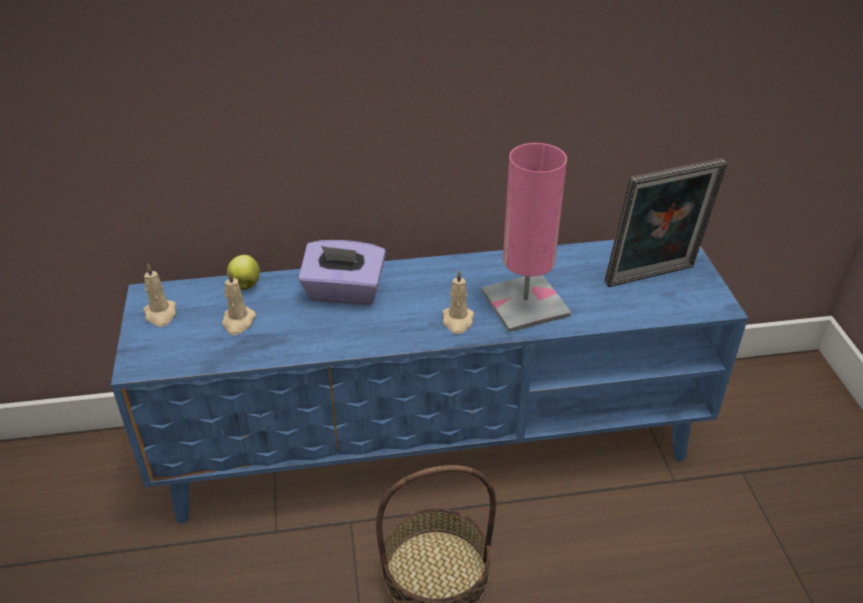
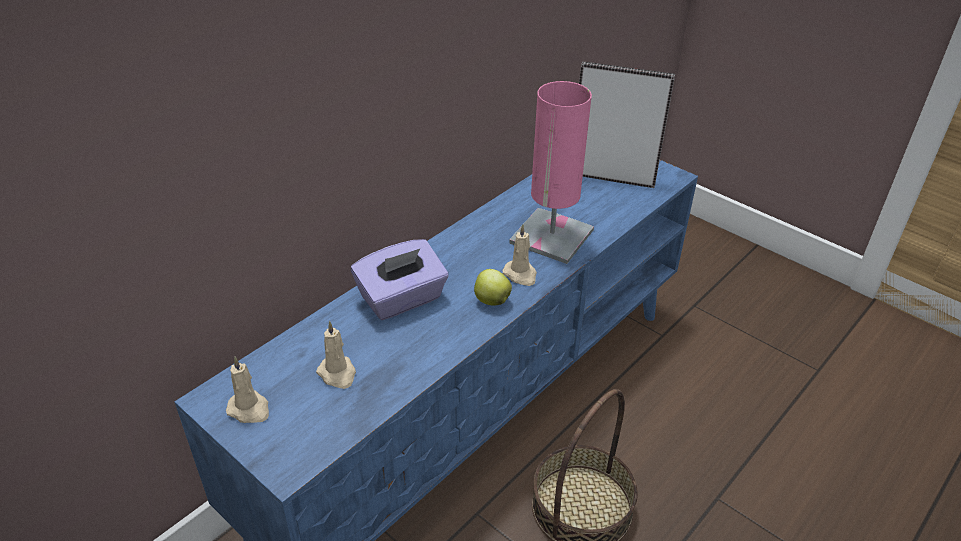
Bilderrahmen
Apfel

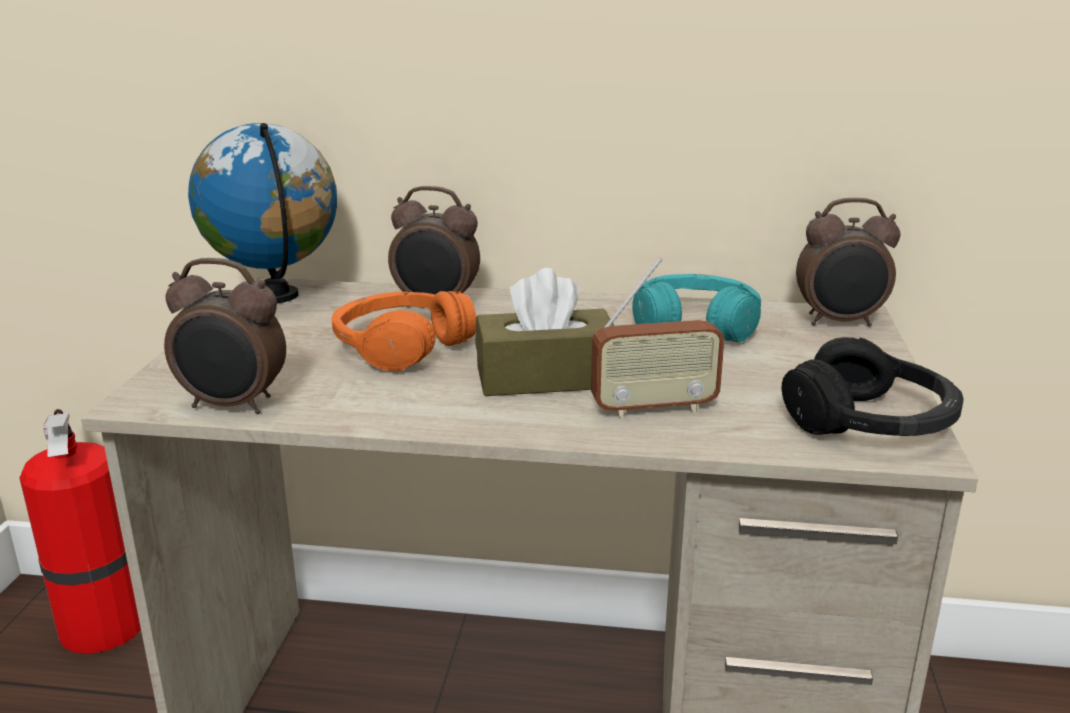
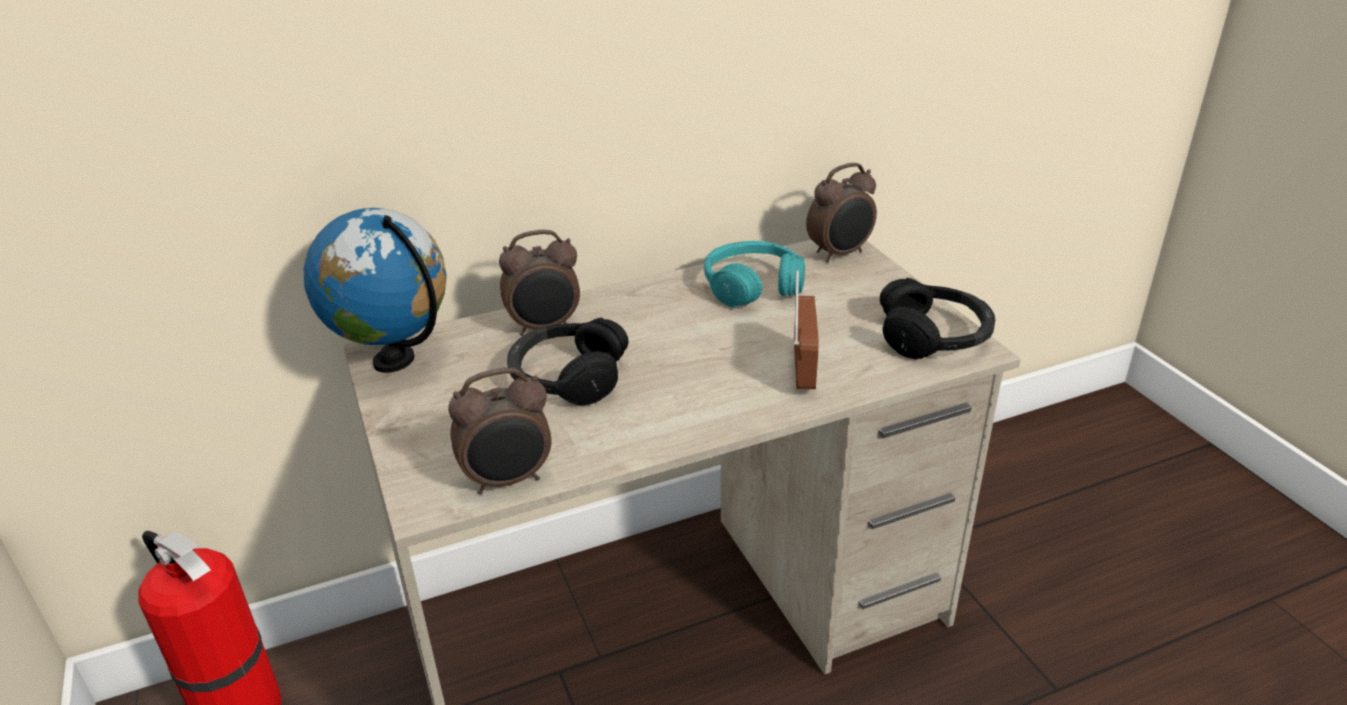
Radio
Taschentuchbox [braun]
Kopfhörer [schwarz] (no. 1 from left)

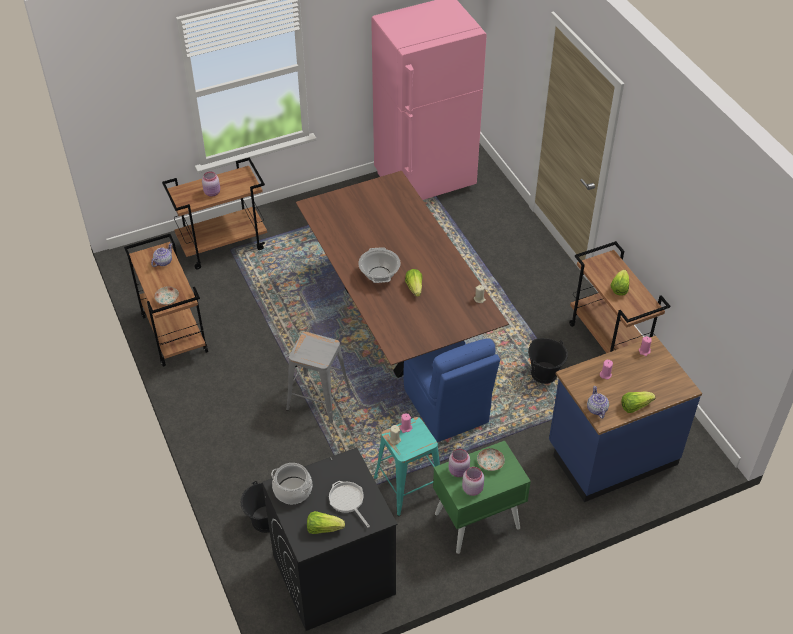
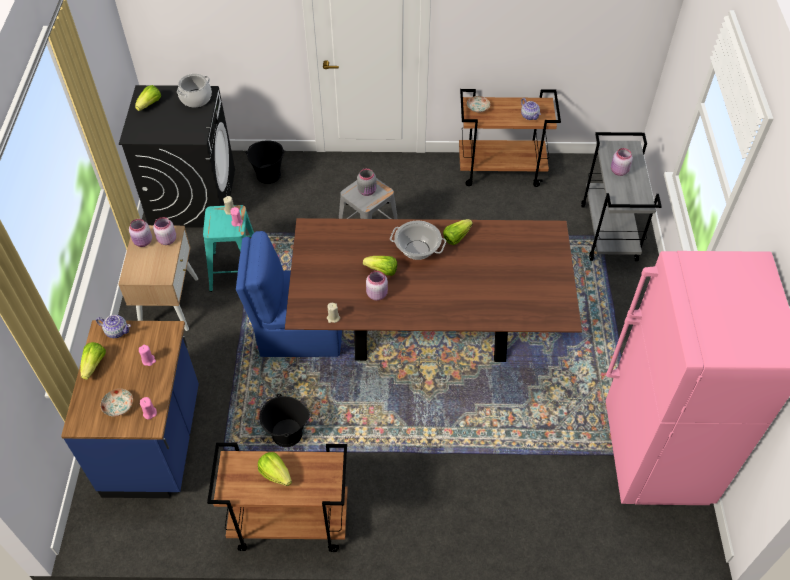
Rollwagen [grau]
Nachttisch [beige]
Teller (no. 1 from left)
Pfanne
Vorratsglas [grau]
Salatkopf (no. 5 from left)
Vorratsglas [rosa] (no. 3 from left)

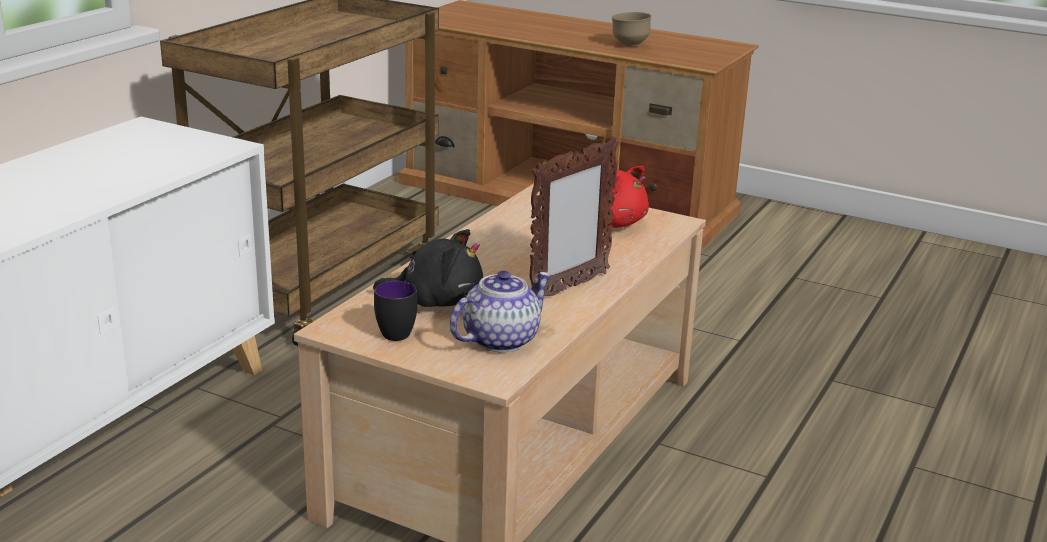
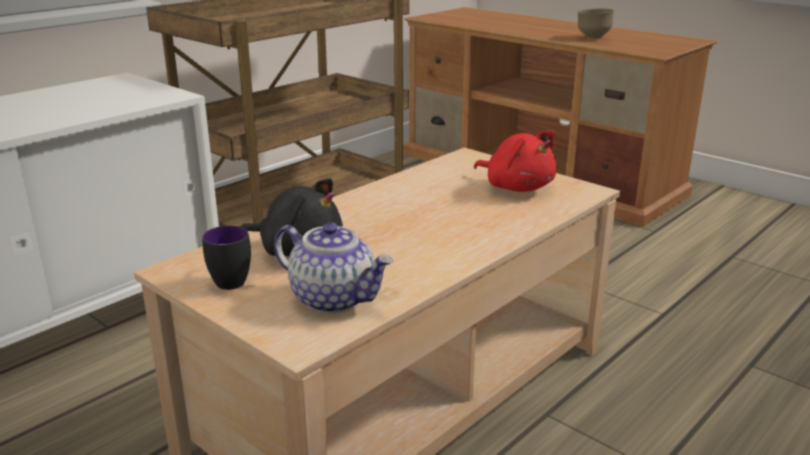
Bilderrahmen
Teekanne

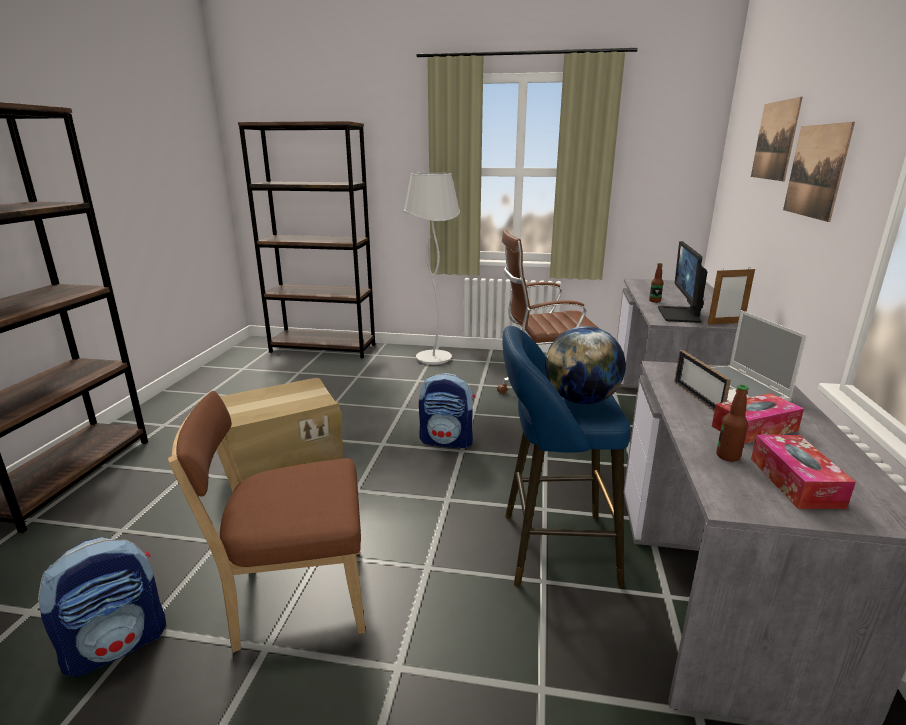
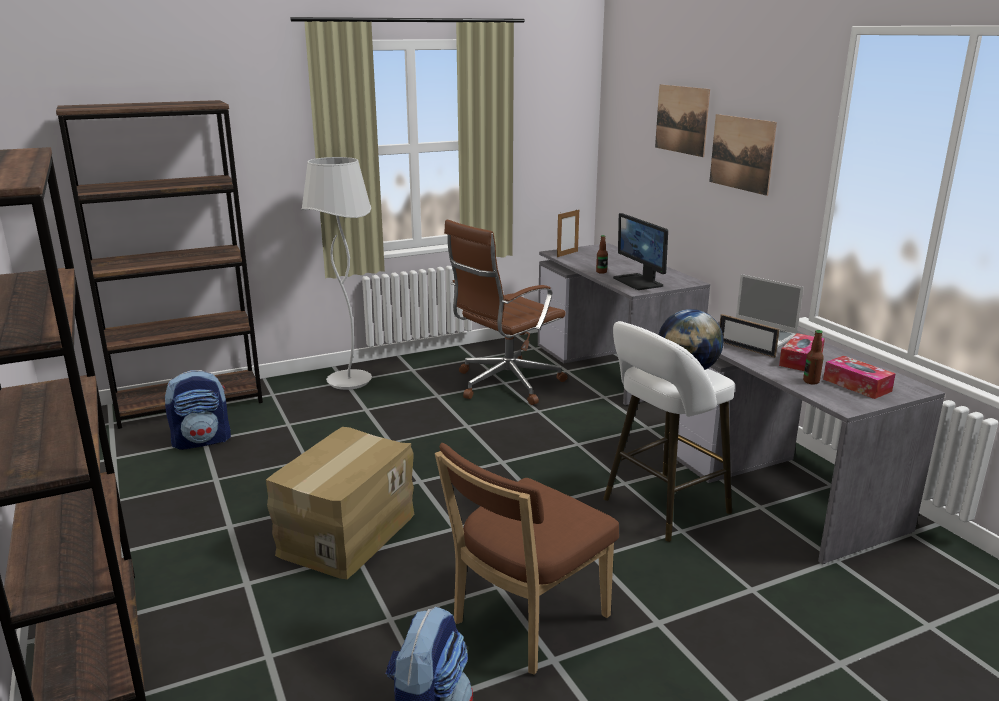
Bilderrahmen (no. 1 from left)
Hocker [weiß]
Rucksack (no. 1 from left)

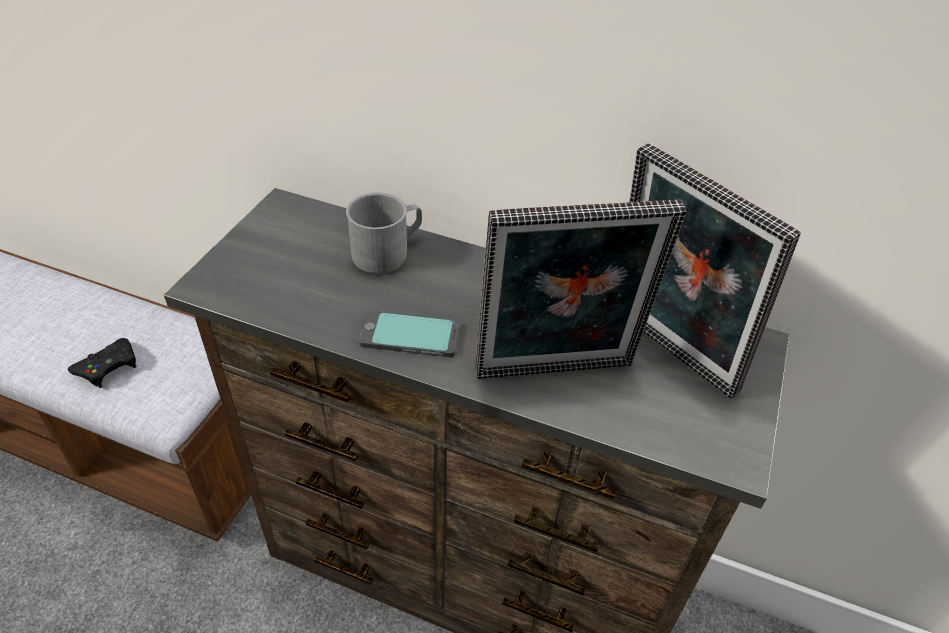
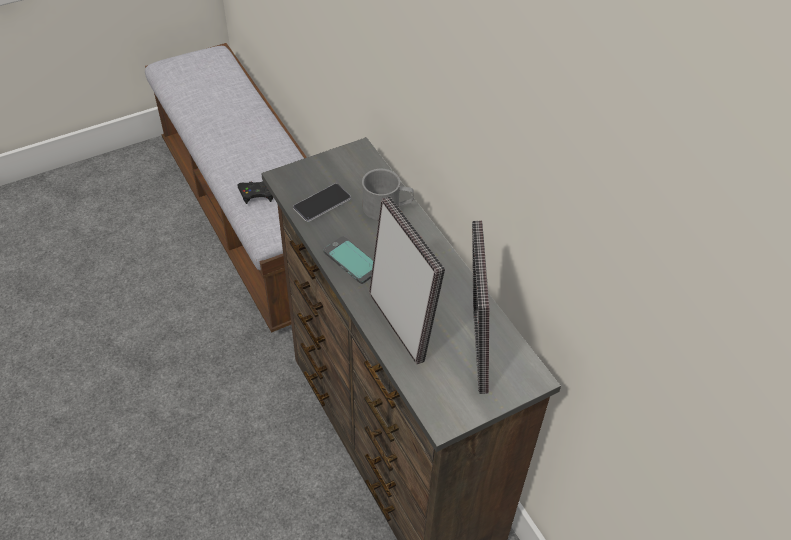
Bilderrahmen (no. 1 from left)
Handy (no. 1 from left)

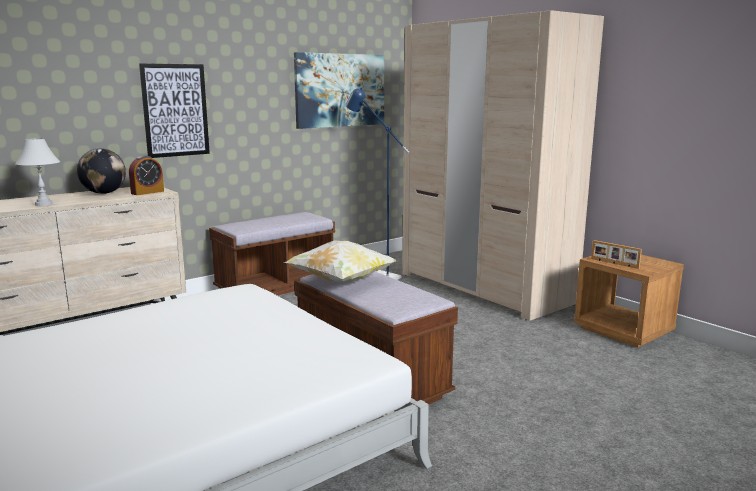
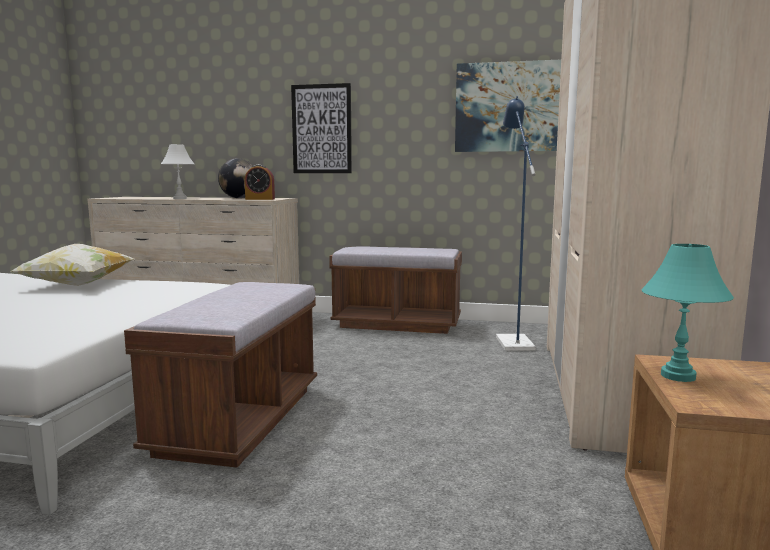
Kissen
Tischlampe [türkis]

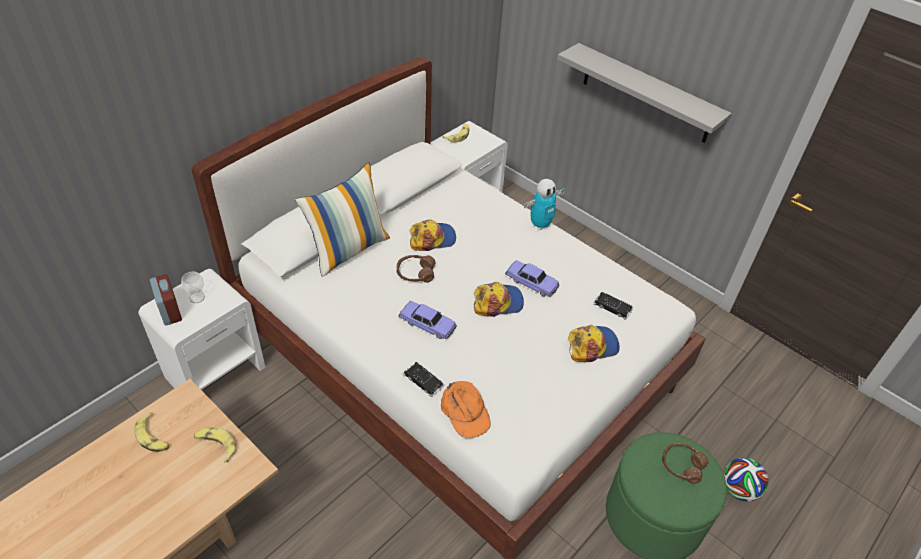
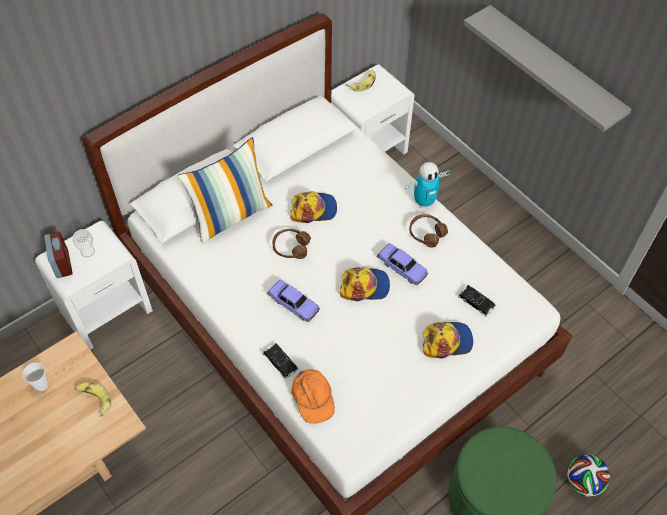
Tasse (no. 1 from left)
Kopfhörer [braun] (no. 2 from left)

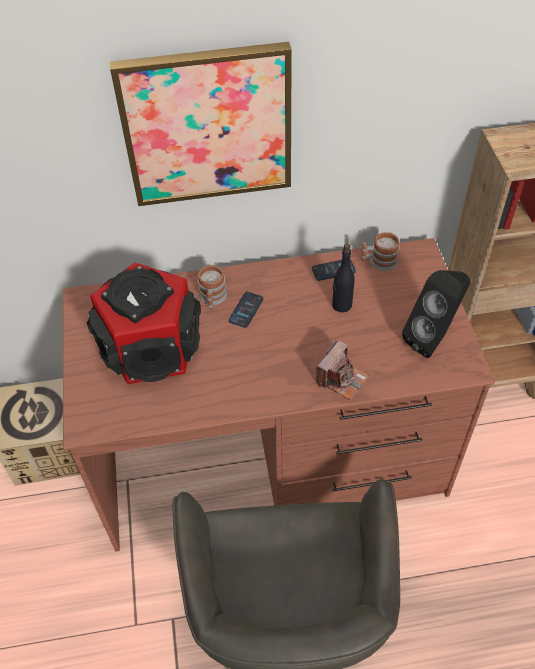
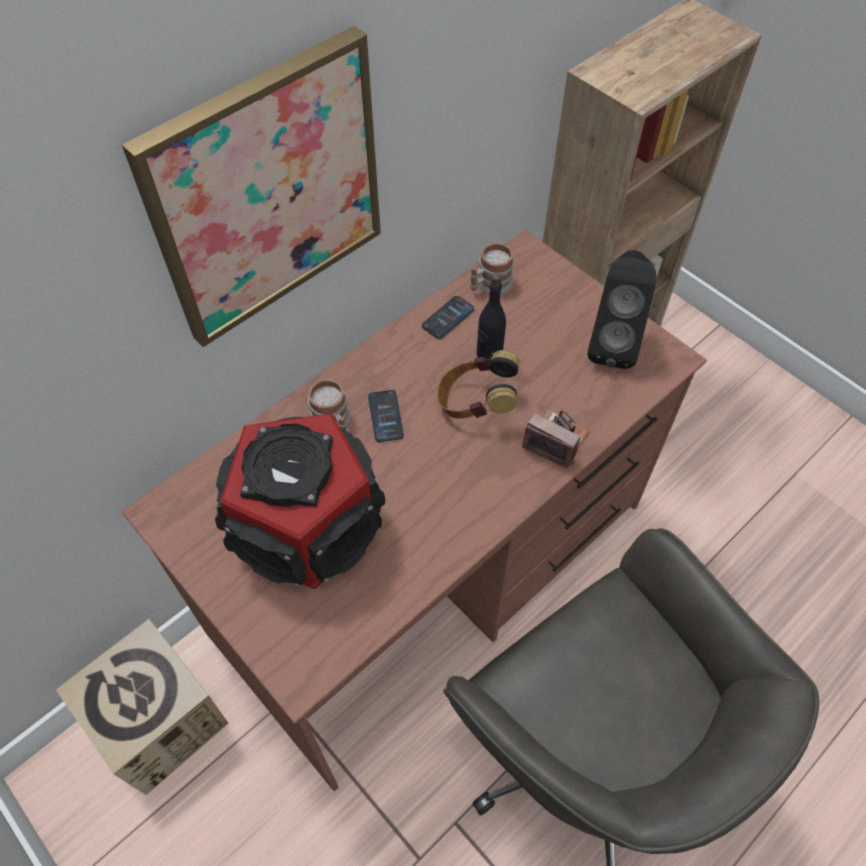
Kamera
Kopfhörer

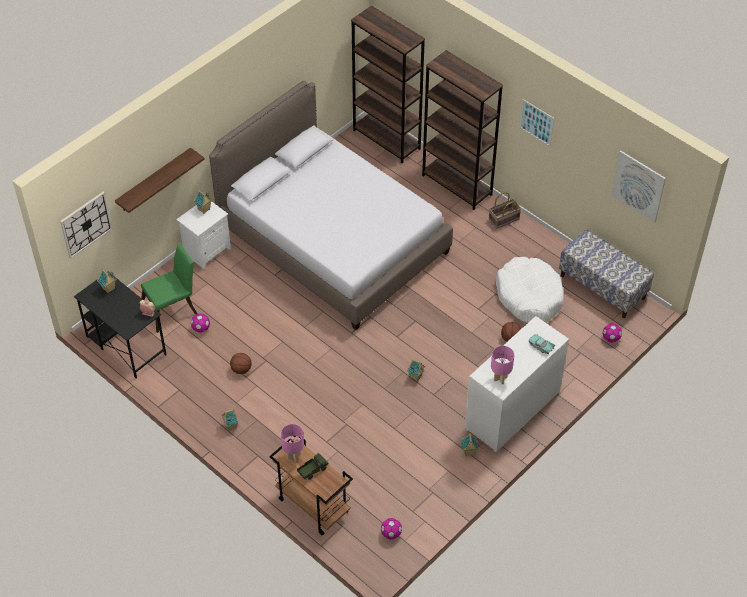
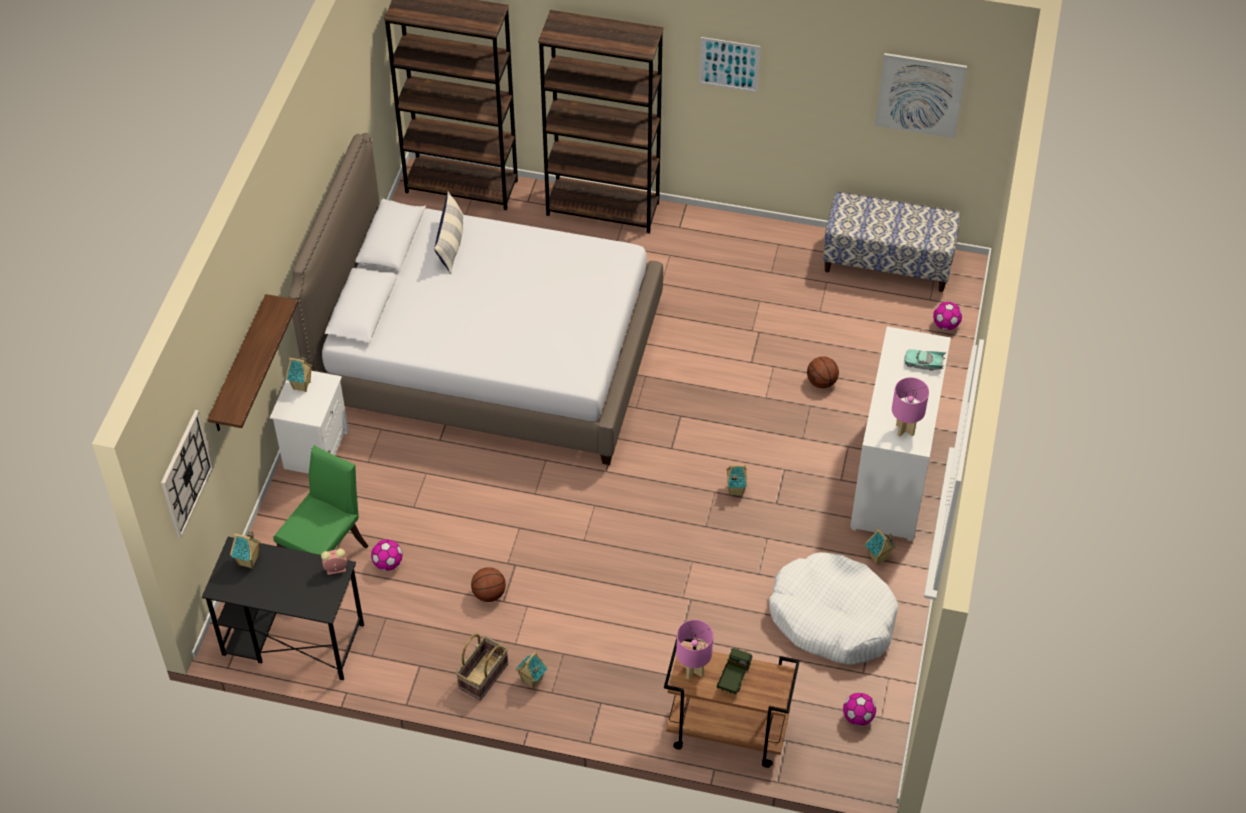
Korb
Hundebett [weiß]
Kissen

